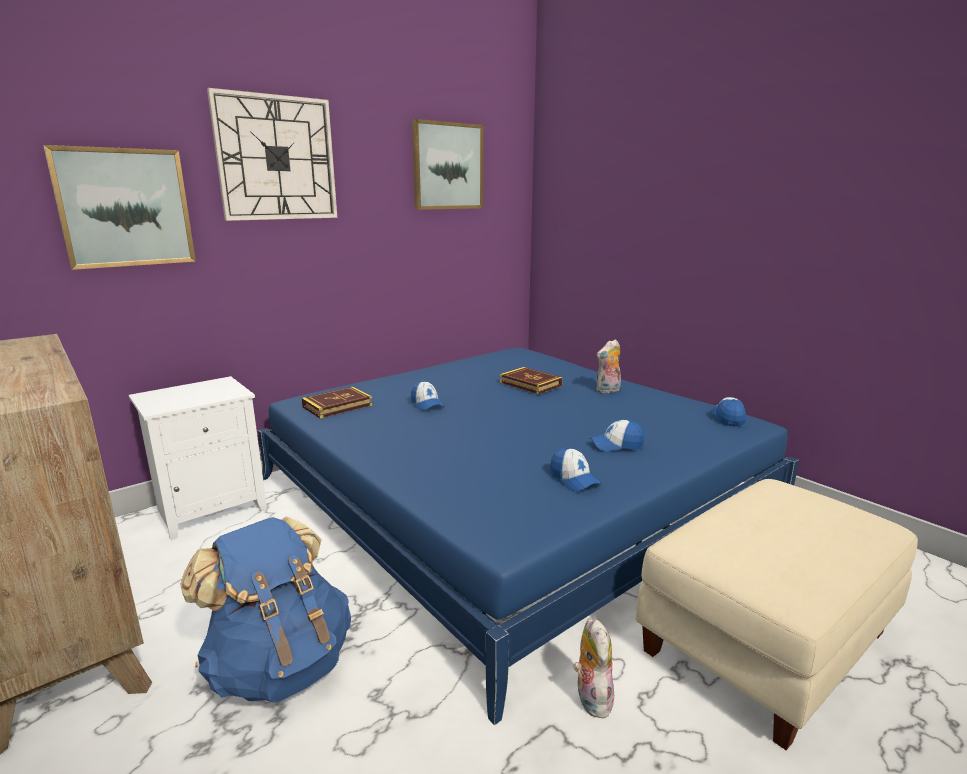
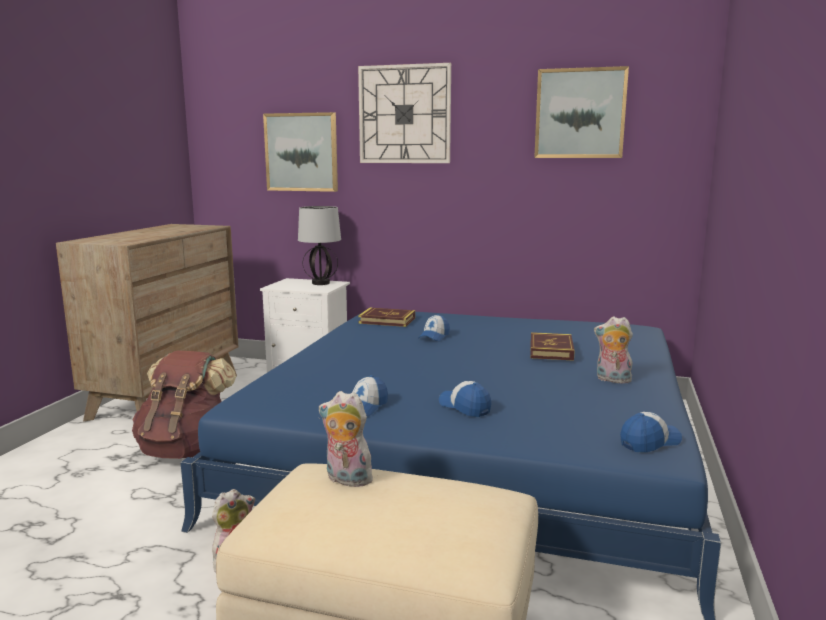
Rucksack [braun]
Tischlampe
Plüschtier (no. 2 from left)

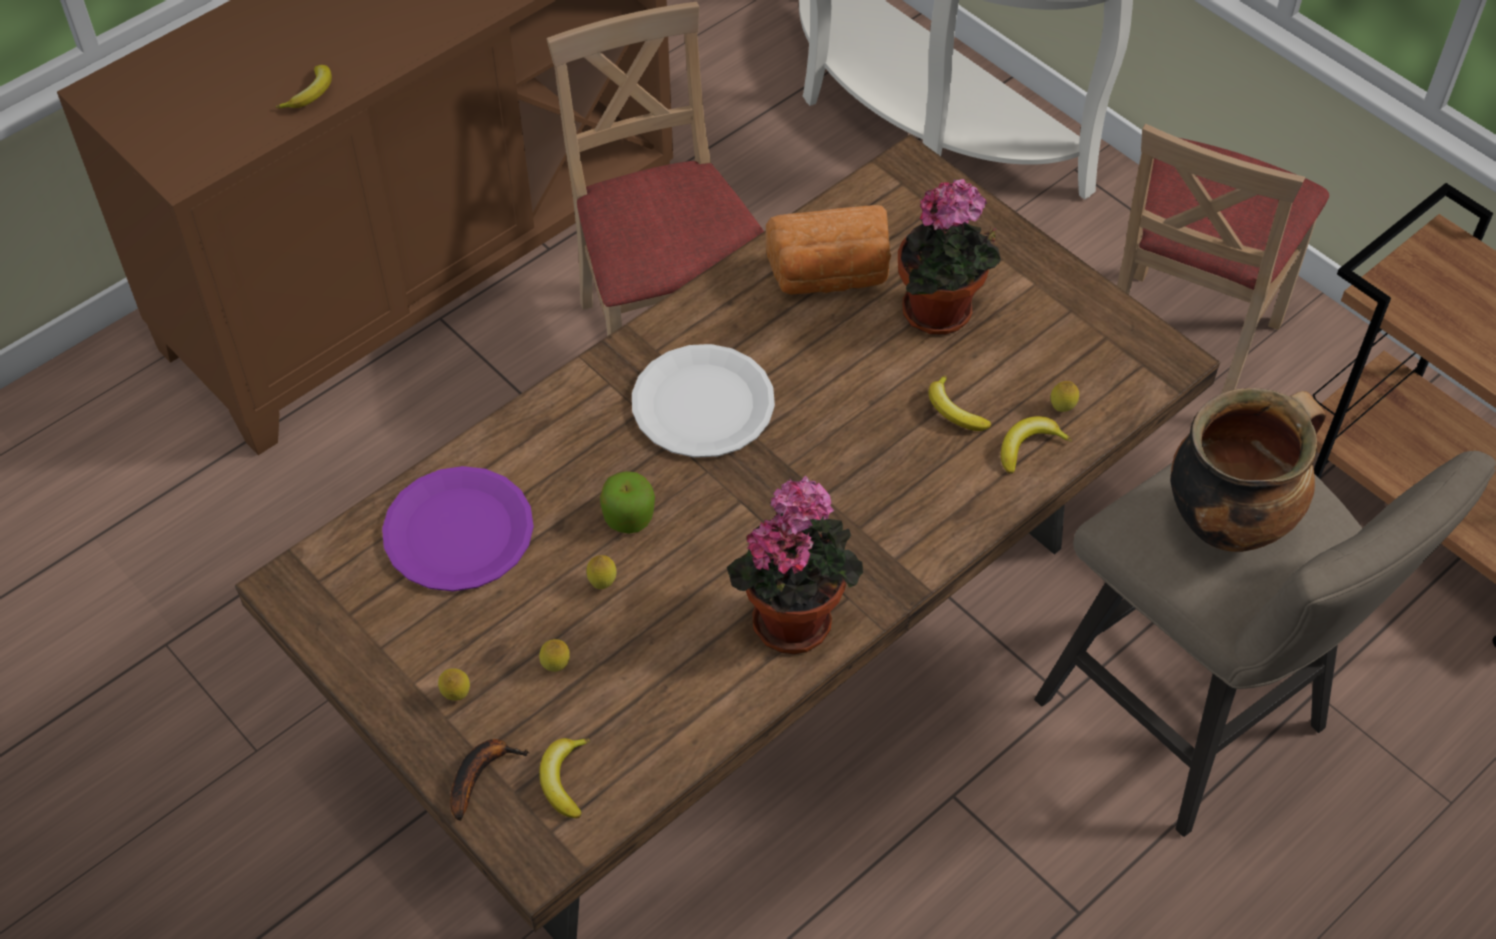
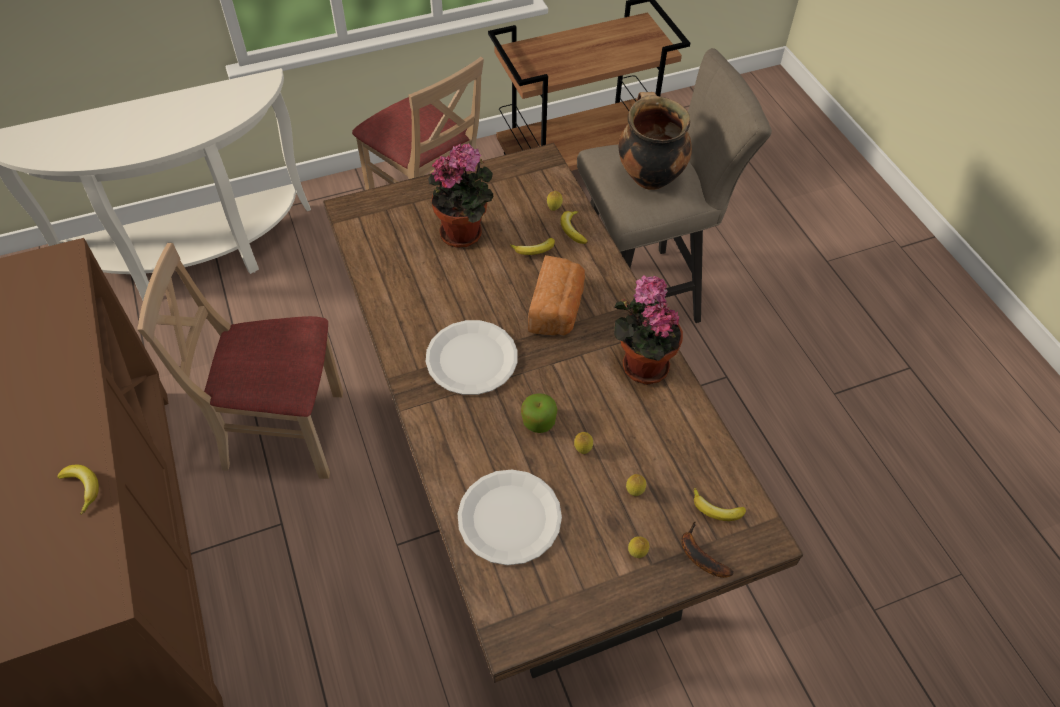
Brot
Teller [weiß] (no. 2 from left)

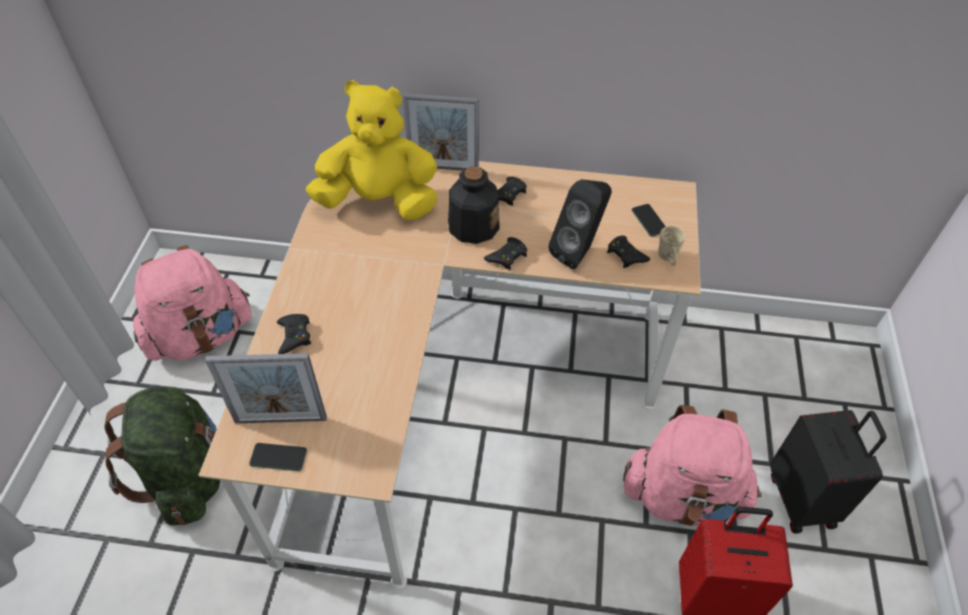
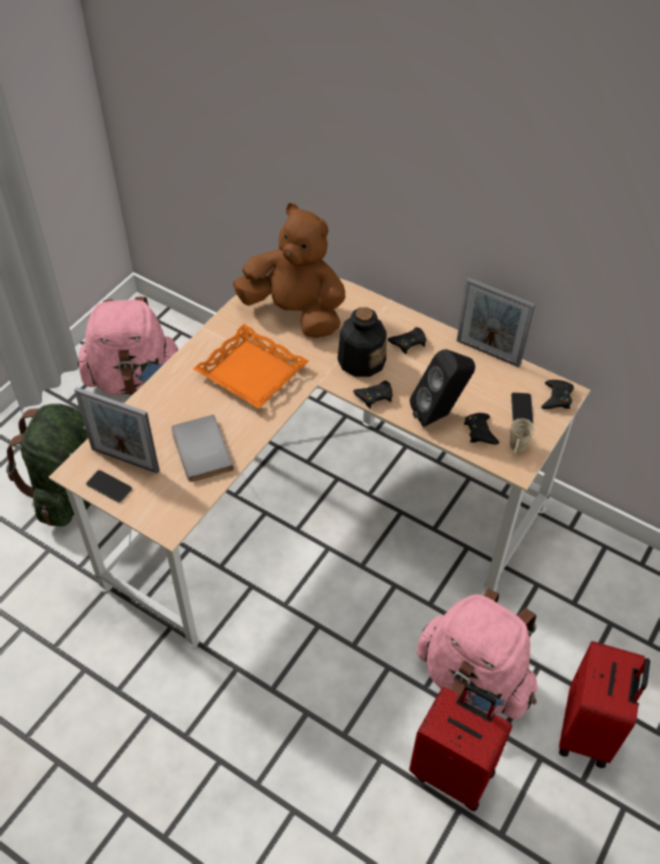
Plüschtier [braun]
Bilderrahmen (no. 2 from left)
Gamepad [schwarz] (no. 4 from left)
Koffer [rot] (no. 2 from left)
Tablett [orange]
Buch [grau]

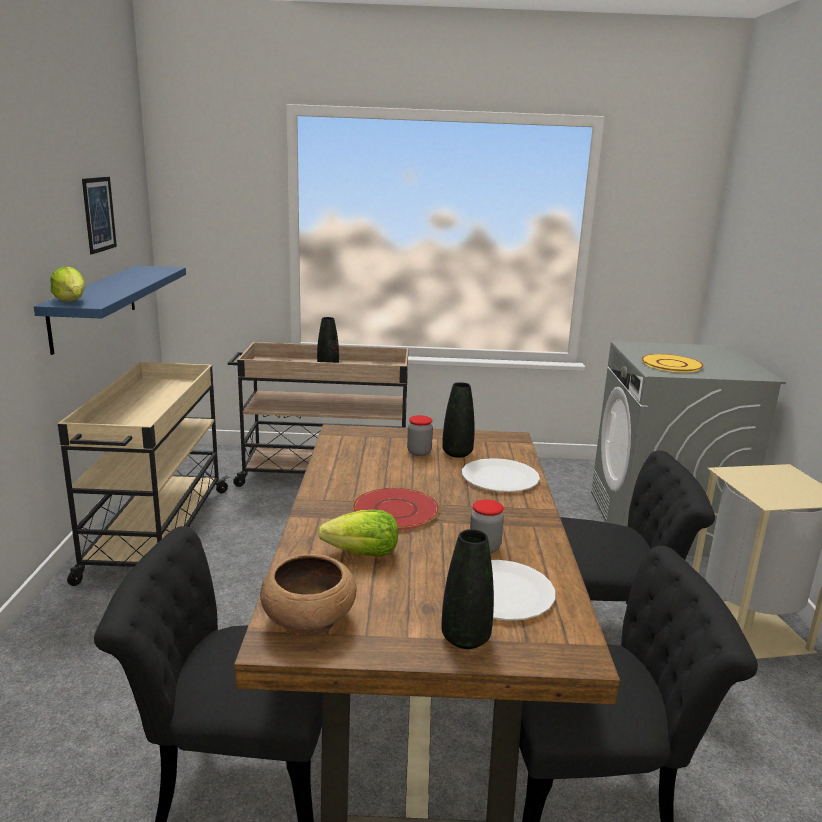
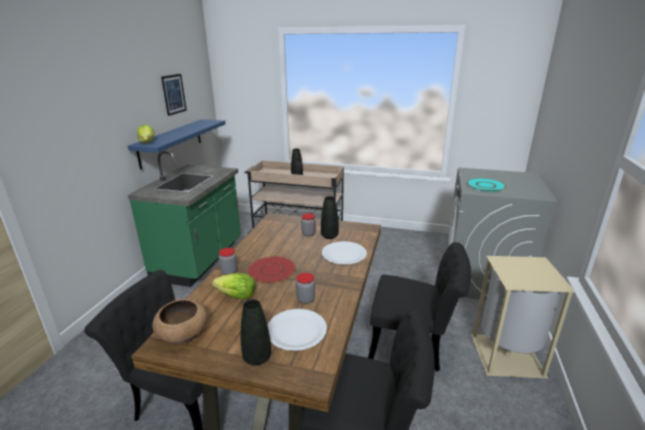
Teller [türkis]
Küchenzeile [grün]
Vorratsglas (no. 1 from left)

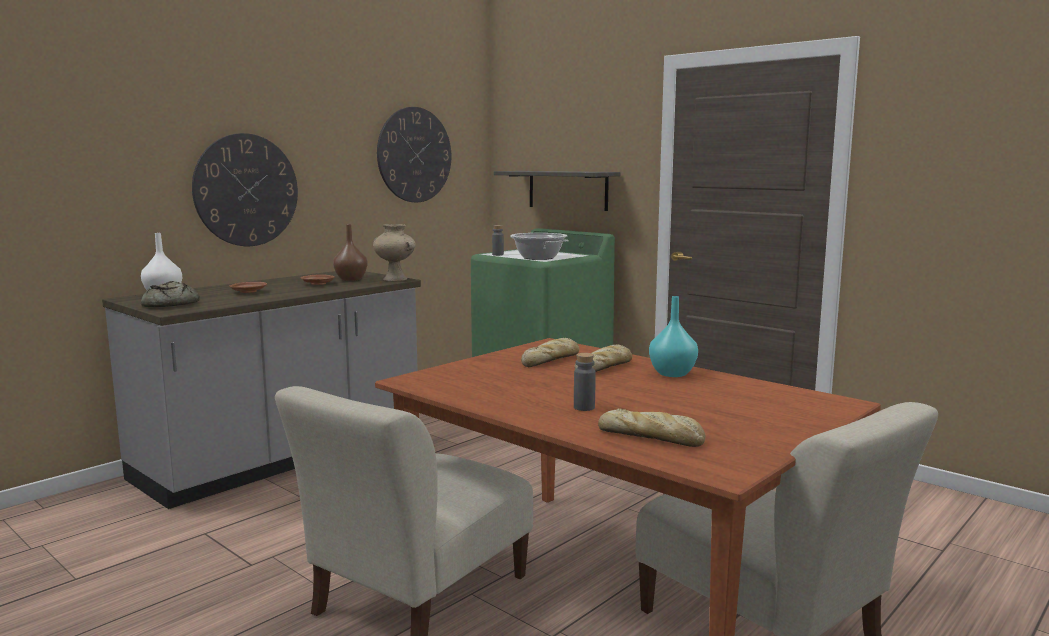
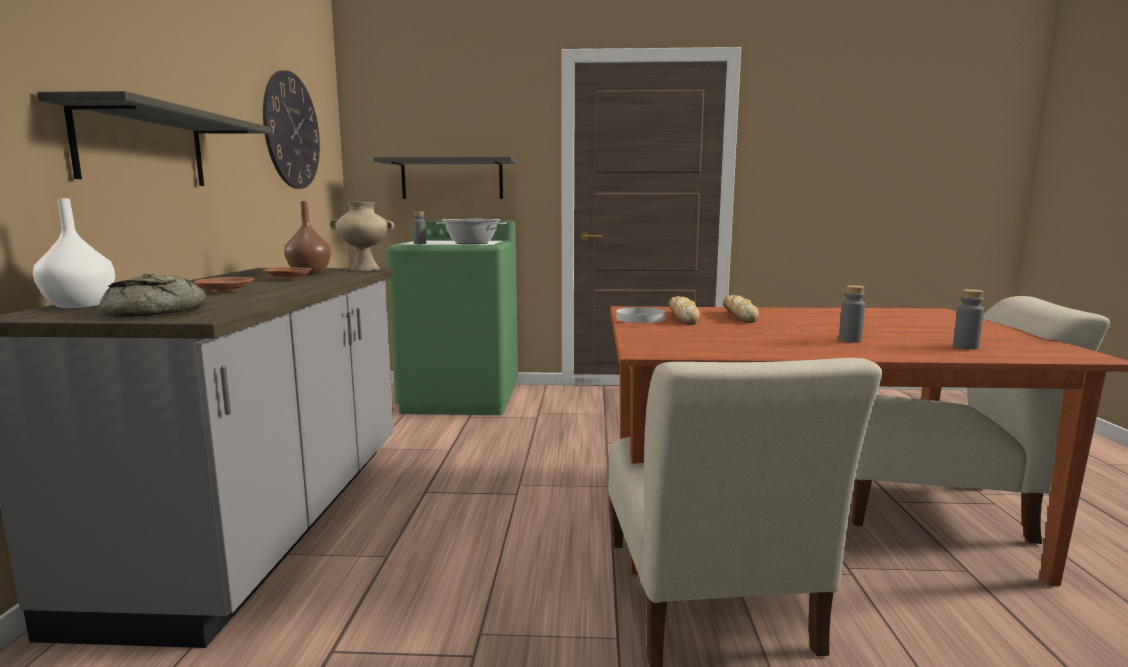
Wandregal (no. 1 from left)
Vase [türkis]
Flasche [grau] (no. 3 from left)
Teller [weiß]

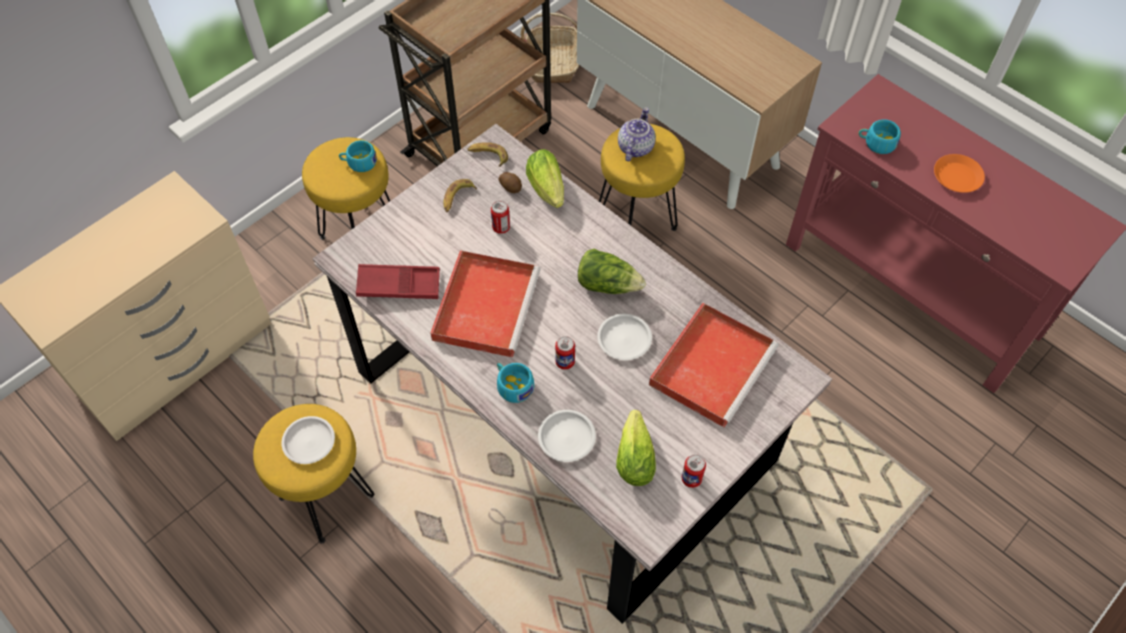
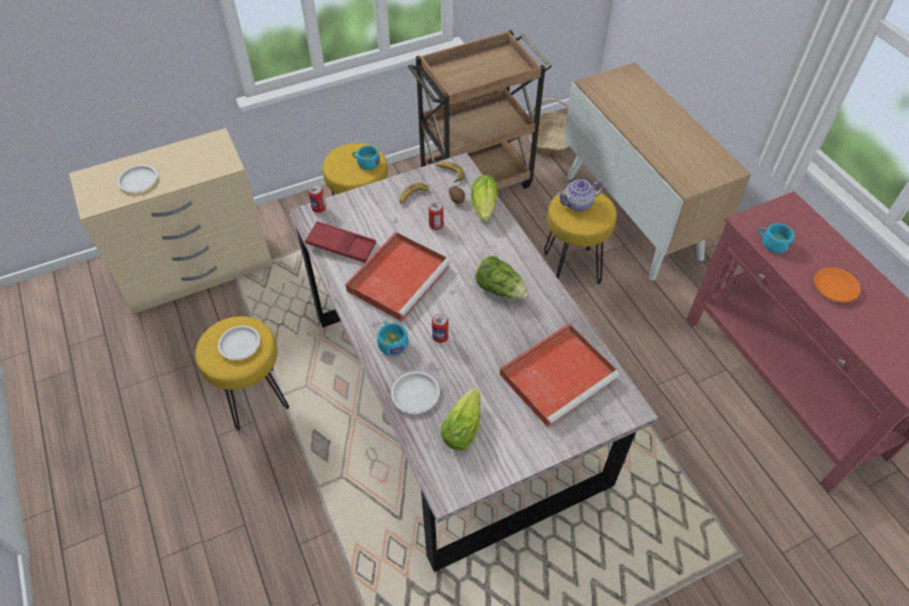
Teekanne
Teller [weiß] (no. 1 from left)
Dose (no. 1 from left)

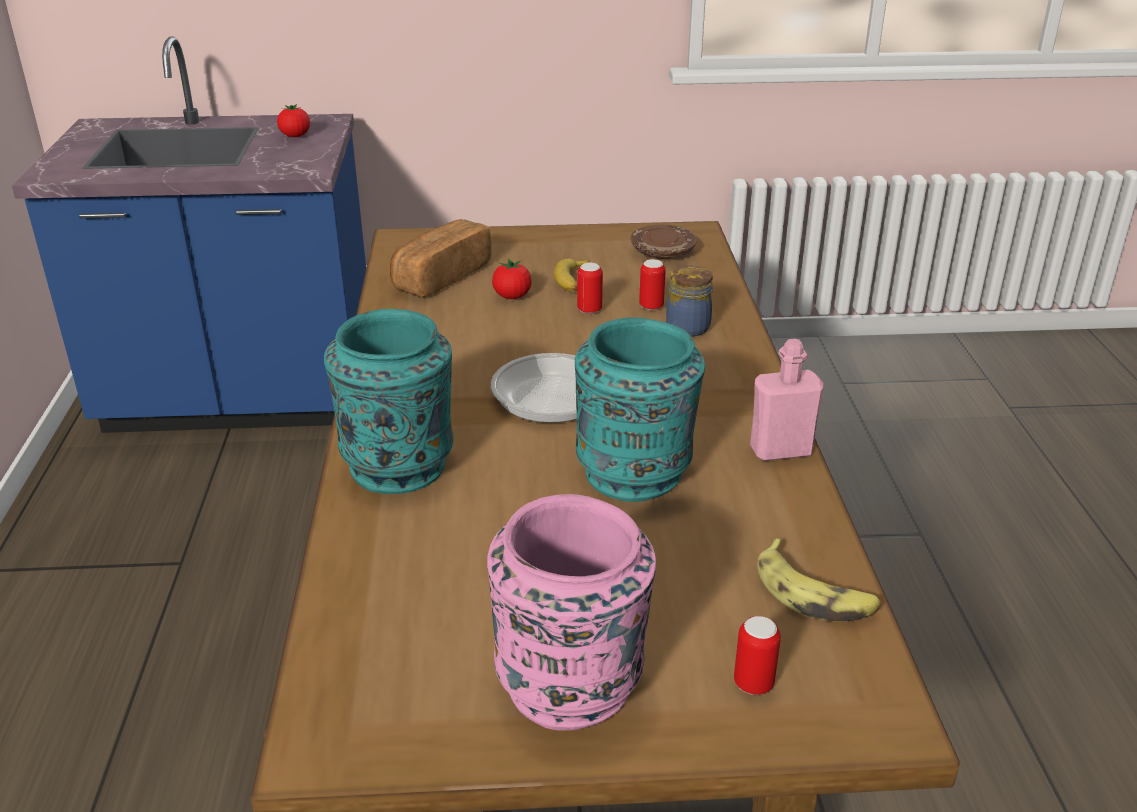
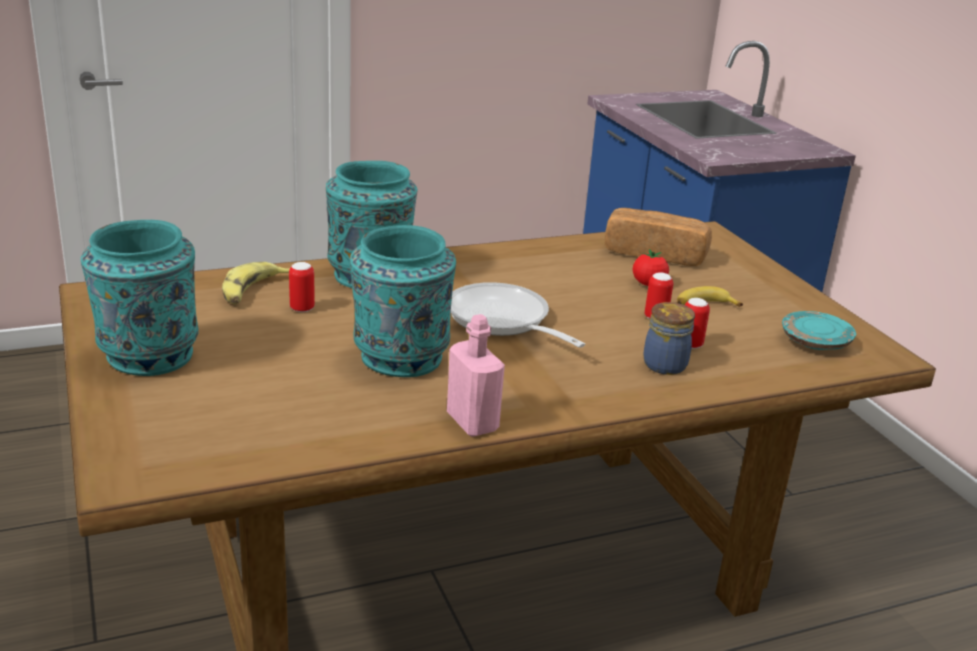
Tomate (no. 1 from left in the first image)
Teller [türkis]
Vase [türkis] (no. 1 from left)
Banane (no. 1 from left)
Dose (no. 1 from left)

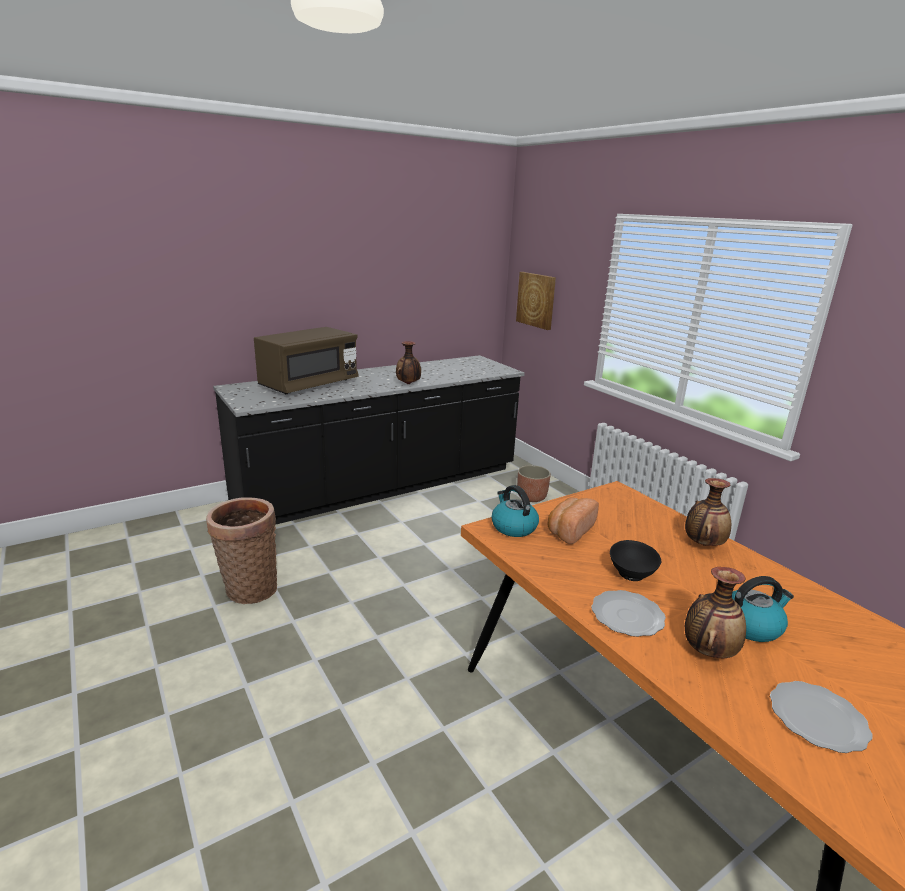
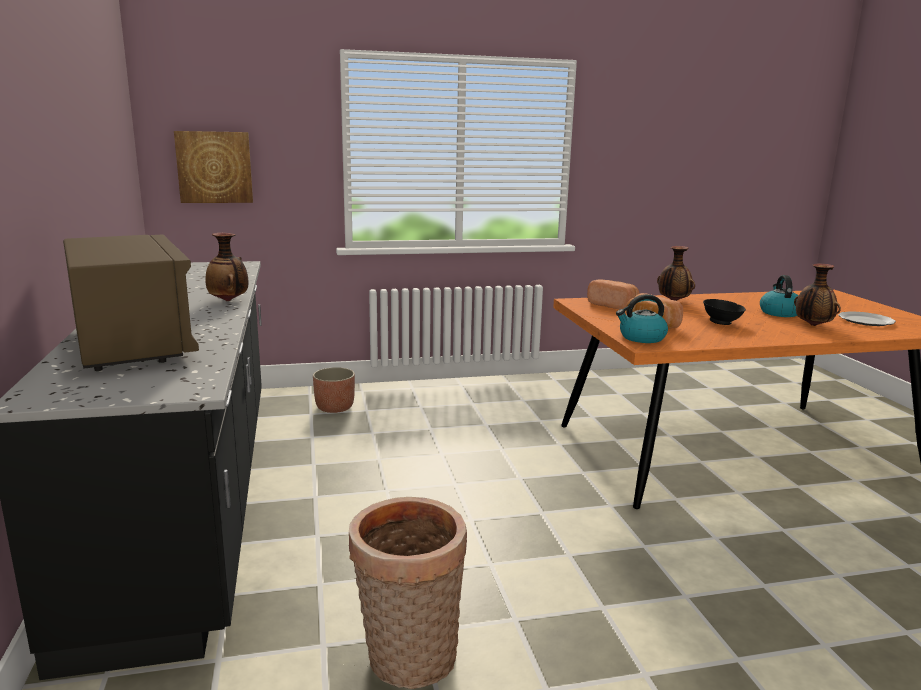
Teller (no. 1 from left in the first image)
Brot (no. 1 from left)

